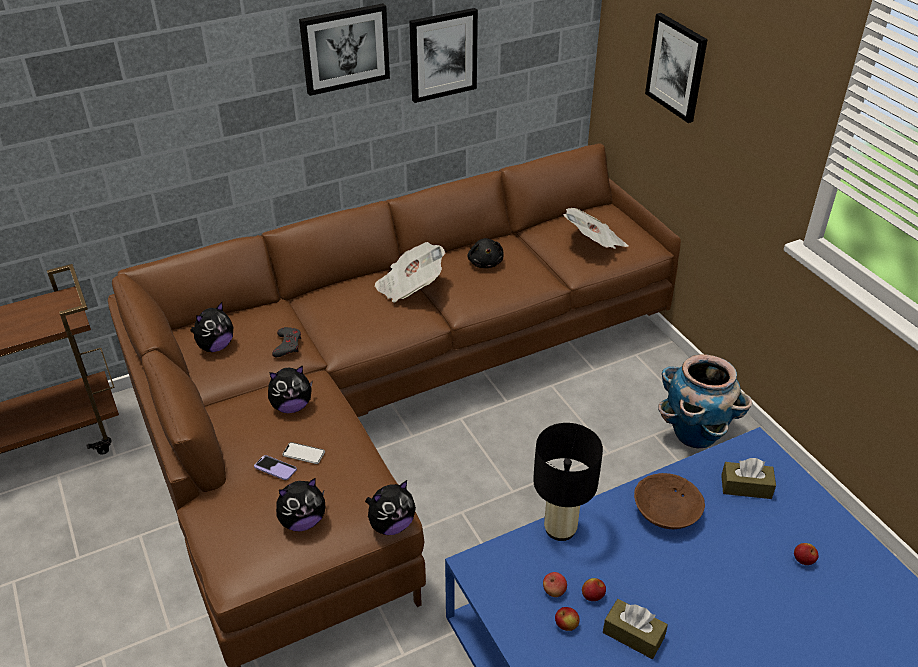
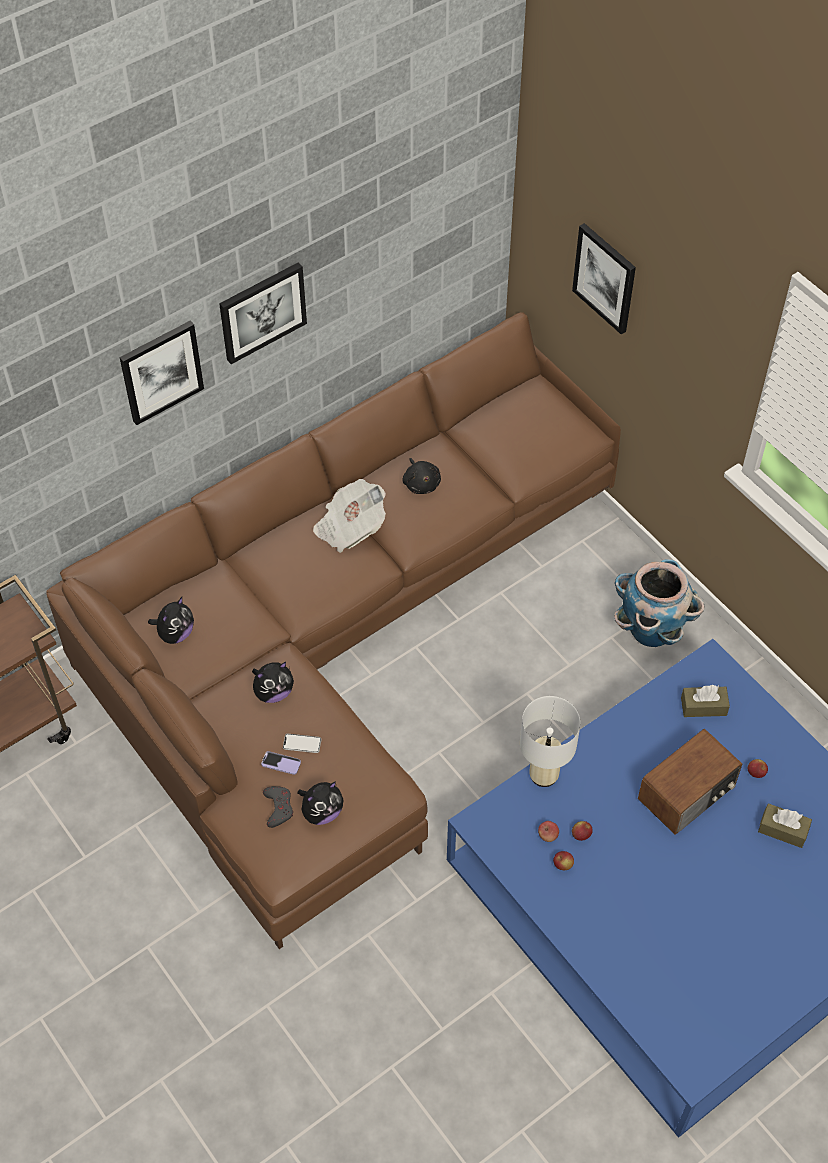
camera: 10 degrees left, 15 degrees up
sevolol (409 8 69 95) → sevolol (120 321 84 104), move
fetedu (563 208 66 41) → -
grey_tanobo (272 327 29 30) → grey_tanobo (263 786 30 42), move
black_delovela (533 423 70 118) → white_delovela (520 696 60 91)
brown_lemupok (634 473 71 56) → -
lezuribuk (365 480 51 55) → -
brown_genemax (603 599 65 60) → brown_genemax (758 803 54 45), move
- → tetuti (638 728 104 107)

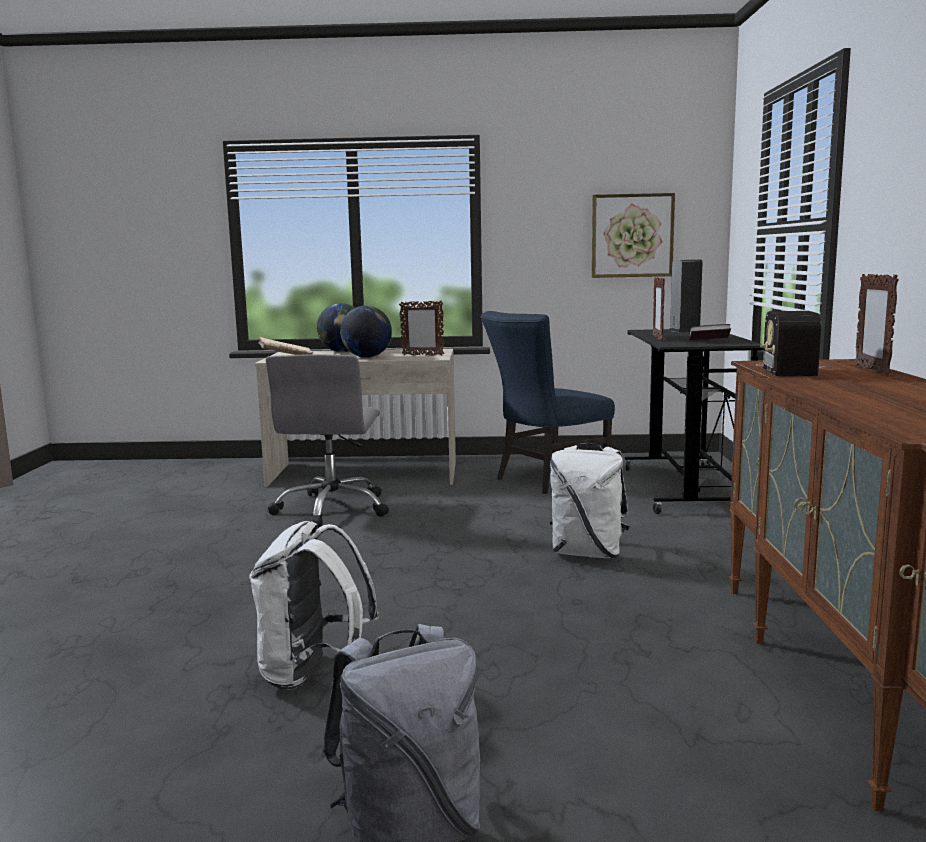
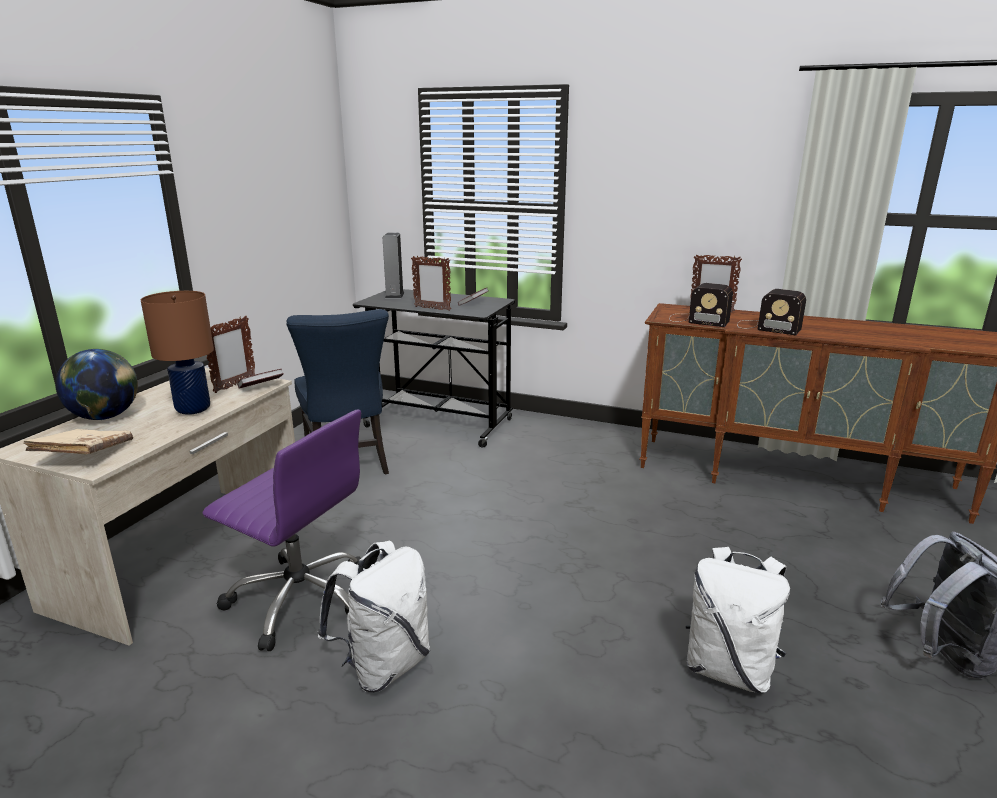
camera: 70 degrees left, 10 degrees up
sevolol (592 193 83 85) → -
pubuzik (340 306 52 52) → brown_delovela (141 291 73 124)
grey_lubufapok (265 354 124 174) → purple_lubufapok (202 409 159 242)
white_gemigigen (550 443 80 115) → white_gemigigen (317 541 113 151), move
- → tetuti (737 289 69 47)
- → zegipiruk (237 369 47 20)

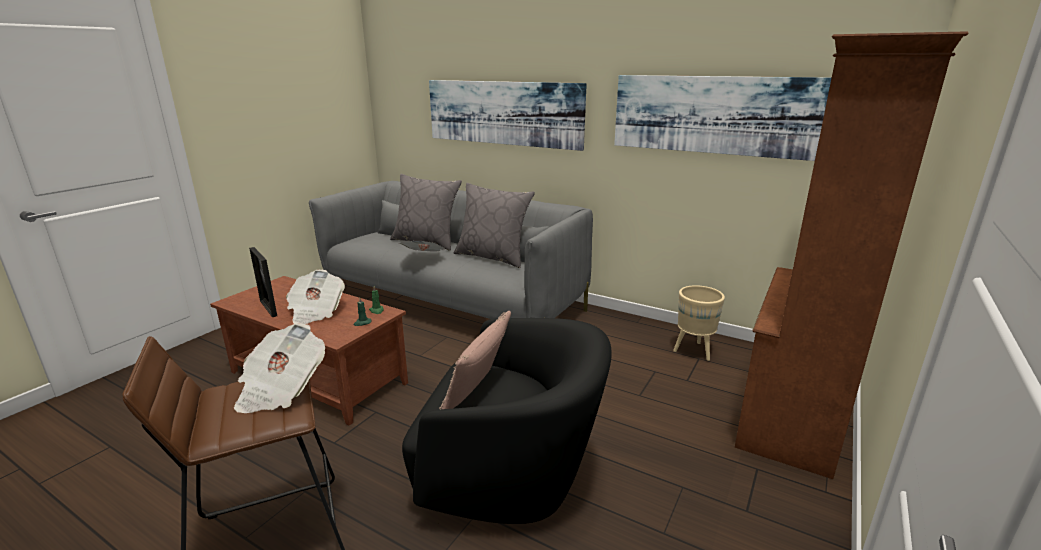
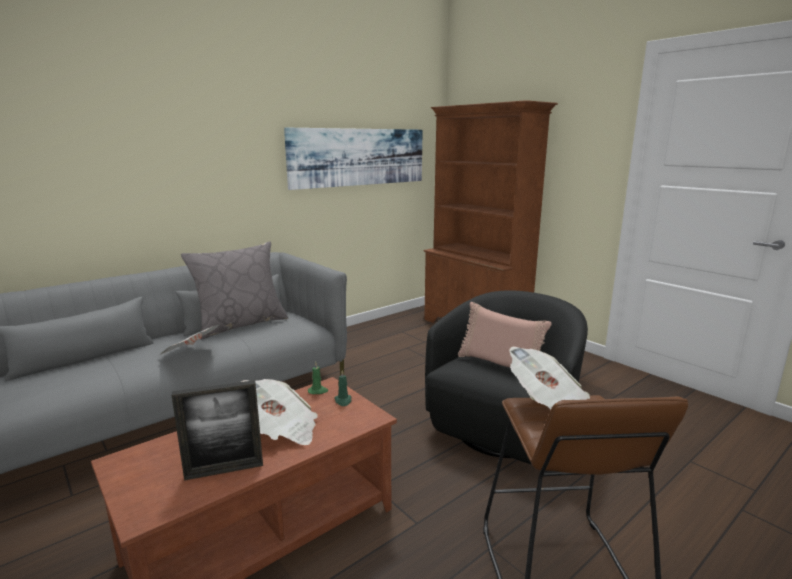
camera: 70 degrees left, 5 degrees down
sevolol (429 80 158 71) → -
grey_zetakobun (390 174 72 77) → -
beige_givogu (673 285 52 76) → -

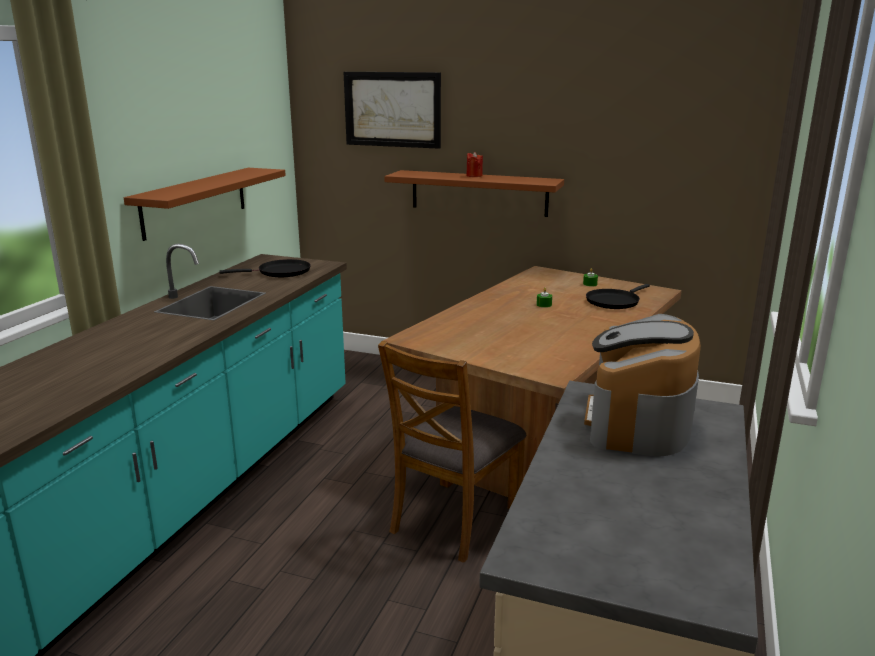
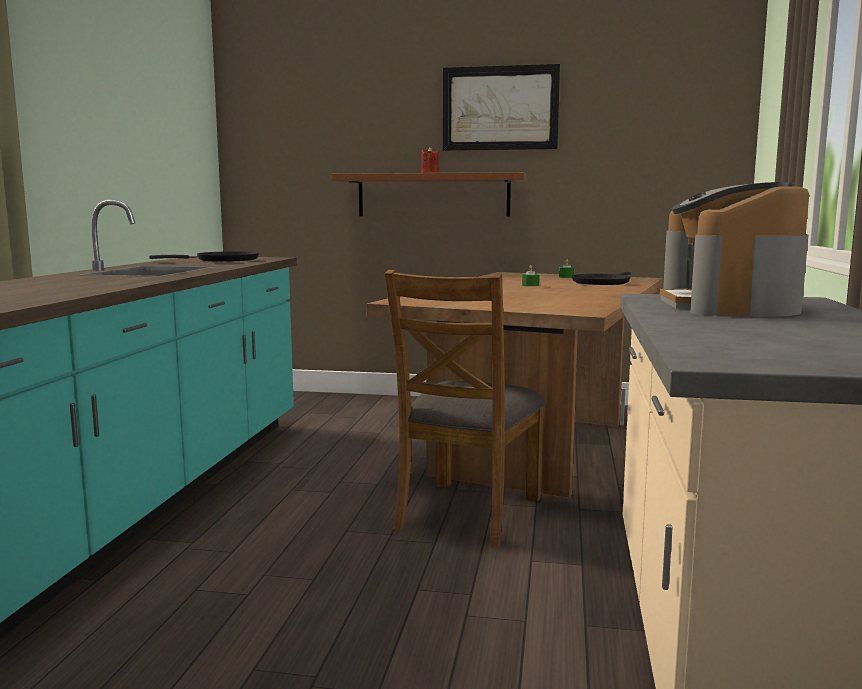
camera: 10 degrees left, 10 degrees down
sevolol (344 72 97 77) → sevolol (443 64 117 87), move
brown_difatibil (124 168 162 73) → -

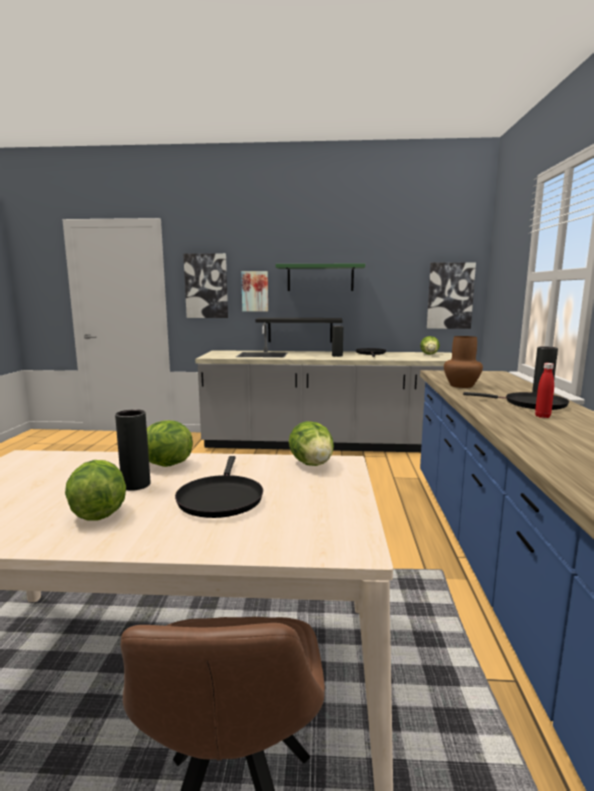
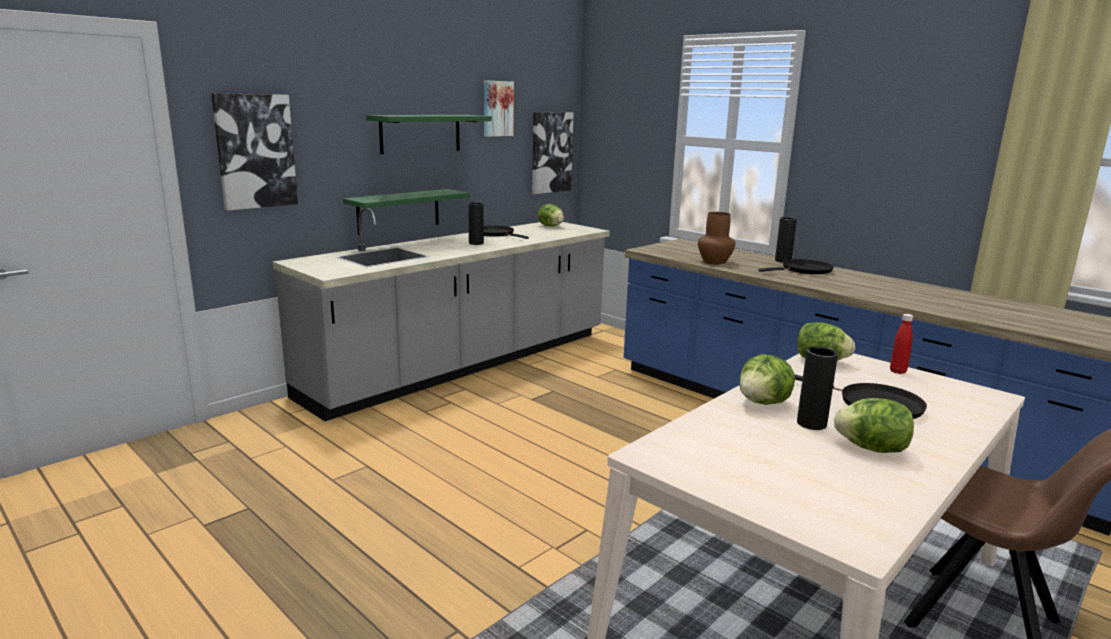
camera: 50 degrees left, 5 degrees up
sevolol (241 271 27 41) → sevolol (484 81 30 56), move
black_difatibil (255 318 88 25) → green_difatibil (343 189 127 46)
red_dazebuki (535 363 19 55) → red_dazebuki (890 314 23 60), move

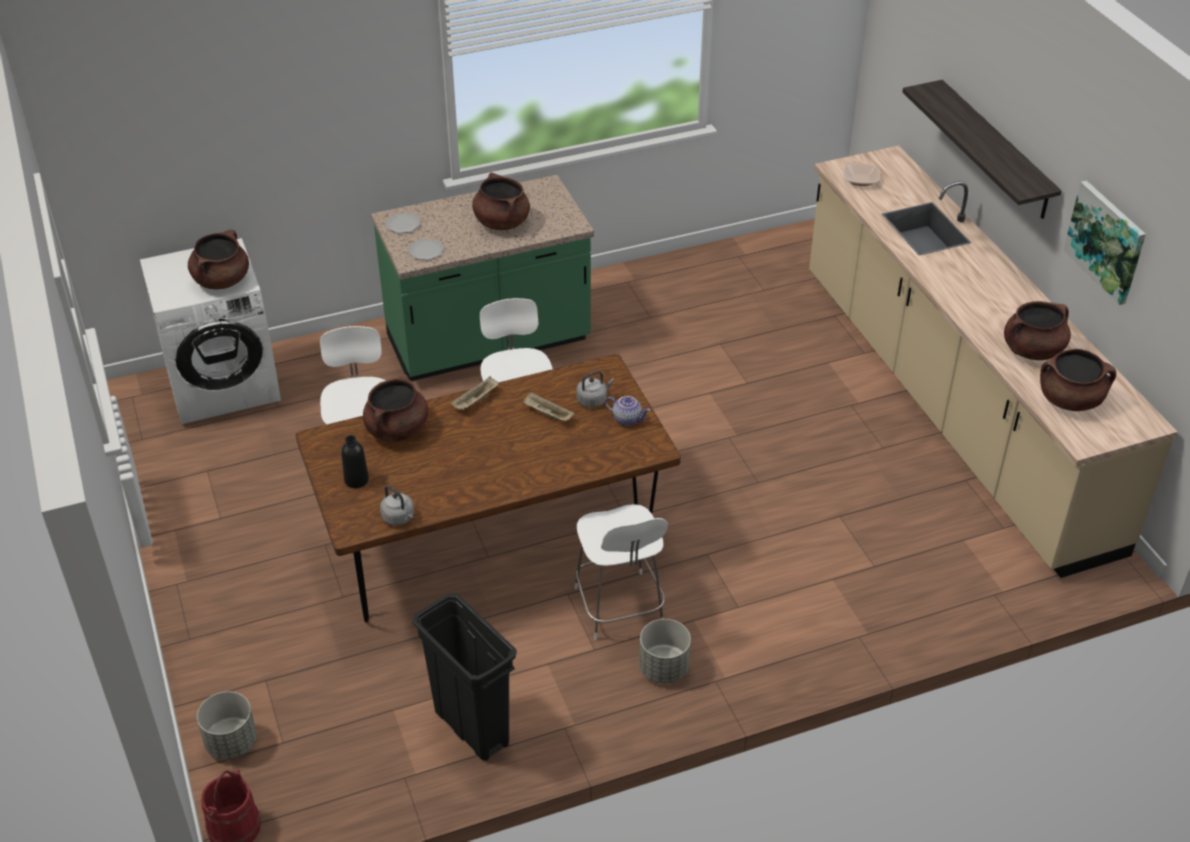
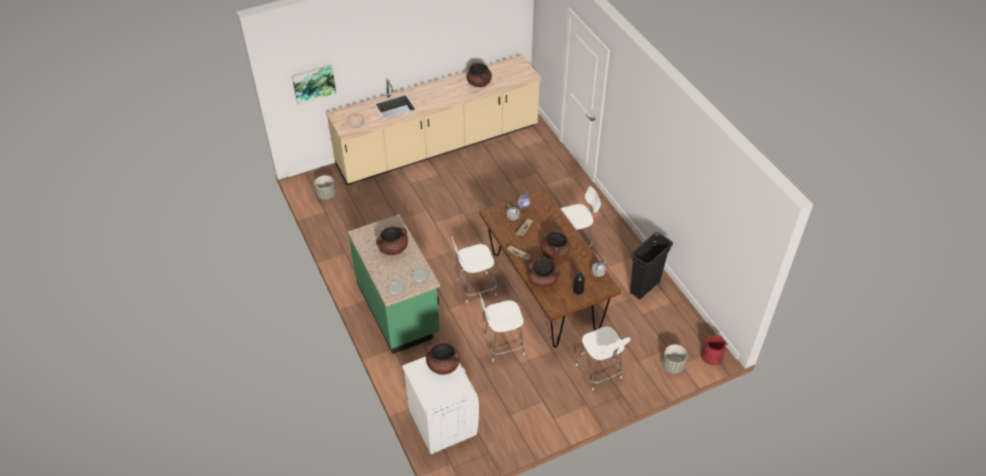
camera: 95 degrees left, 5 degrees up
difatibil (902 80 160 139) → -
sevolol (1063 180 83 125) → sevolol (292 64 44 41), move
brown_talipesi (1040 349 76 62) → brown_talipesi (541 228 29 32), move
grey_givogu (639 619 52 65) → grey_givogu (314 175 22 25), move
- → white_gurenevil (576 327 55 64)

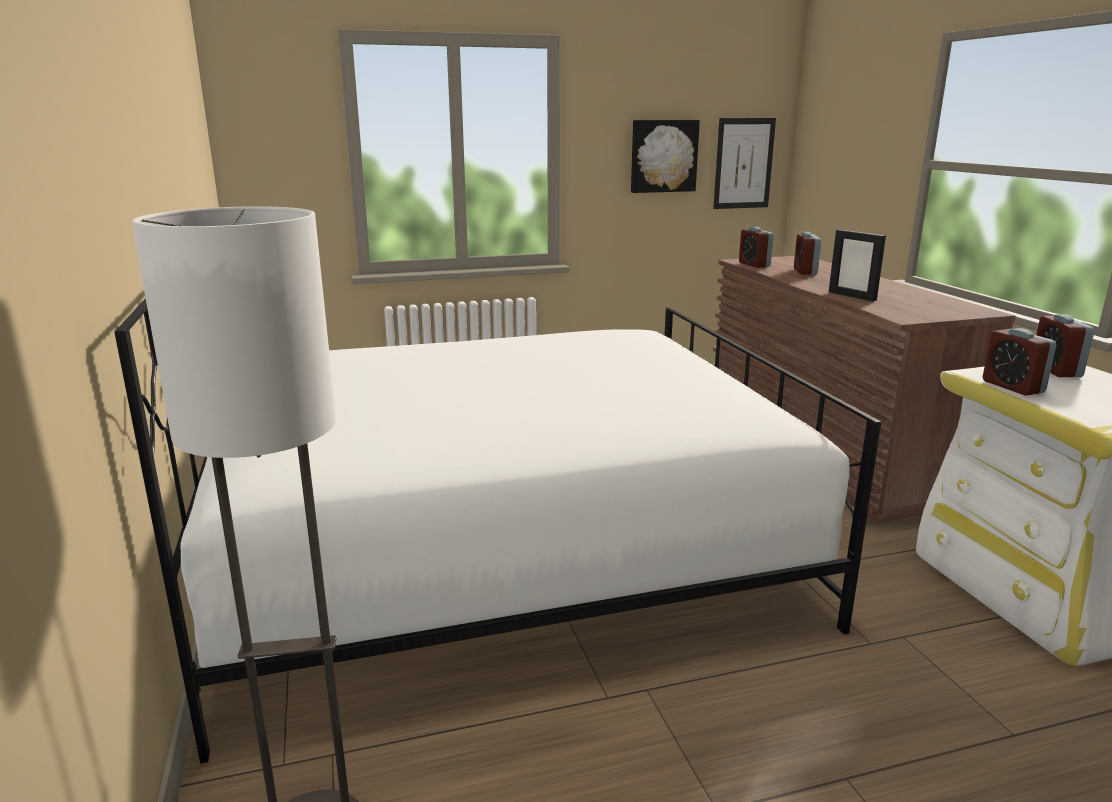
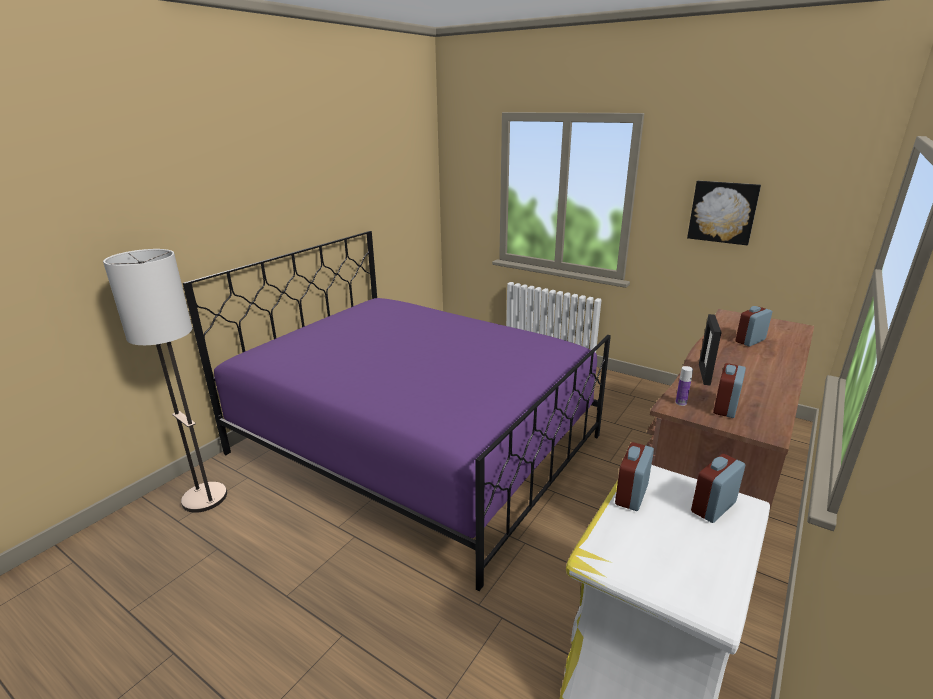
camera: 50 degrees right, 5 degrees up
sevolol (713 118 63 91) → -
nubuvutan (739 227 34 41) → nubuvutan (713 363 33 55), move
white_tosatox (114 298 767 466) → purple_tosatox (183 231 428 360)
- → dazebuki (675 366 18 40)

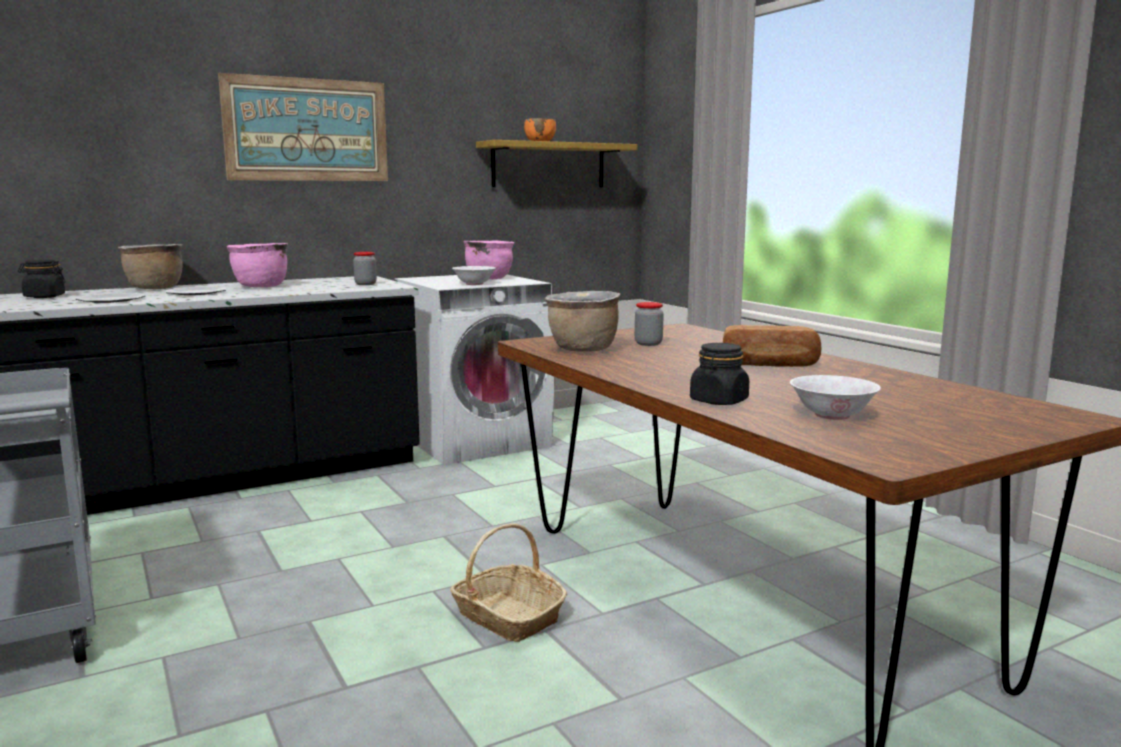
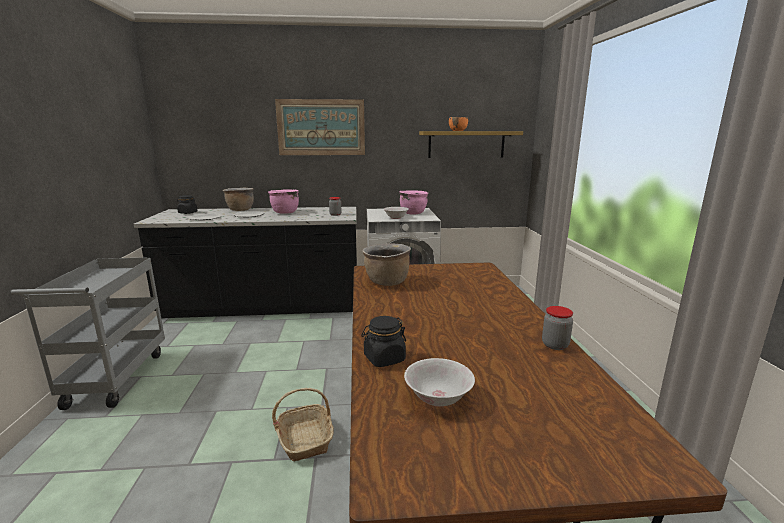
camera: 25 degrees right, 5 degrees up
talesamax (635 302 29 44) → talesamax (542 306 31 44), move
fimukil (723 325 98 42) → -

